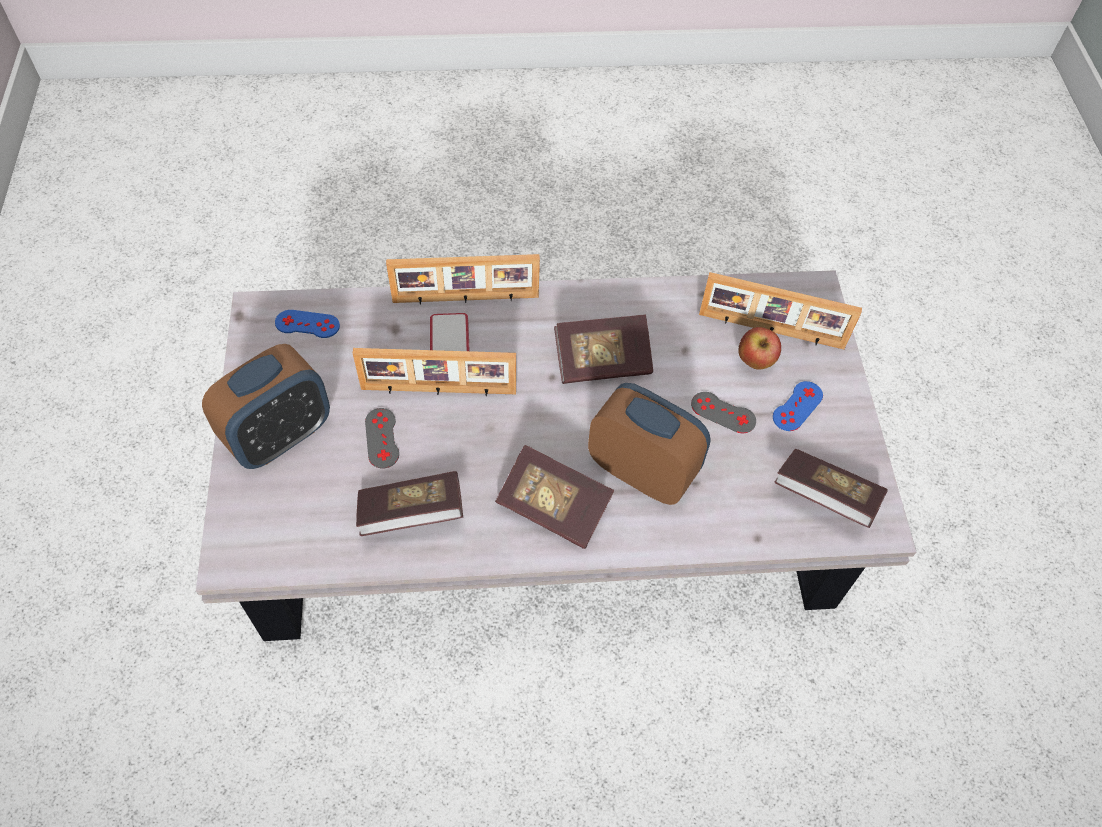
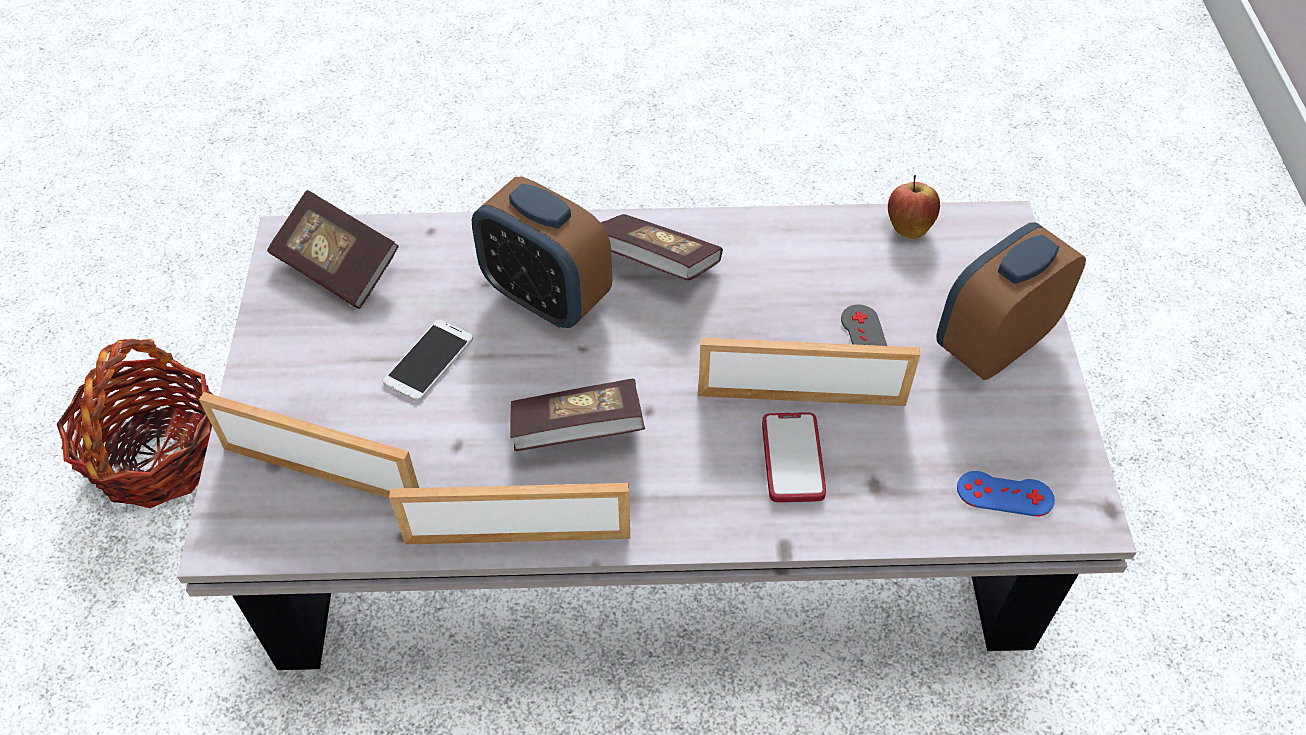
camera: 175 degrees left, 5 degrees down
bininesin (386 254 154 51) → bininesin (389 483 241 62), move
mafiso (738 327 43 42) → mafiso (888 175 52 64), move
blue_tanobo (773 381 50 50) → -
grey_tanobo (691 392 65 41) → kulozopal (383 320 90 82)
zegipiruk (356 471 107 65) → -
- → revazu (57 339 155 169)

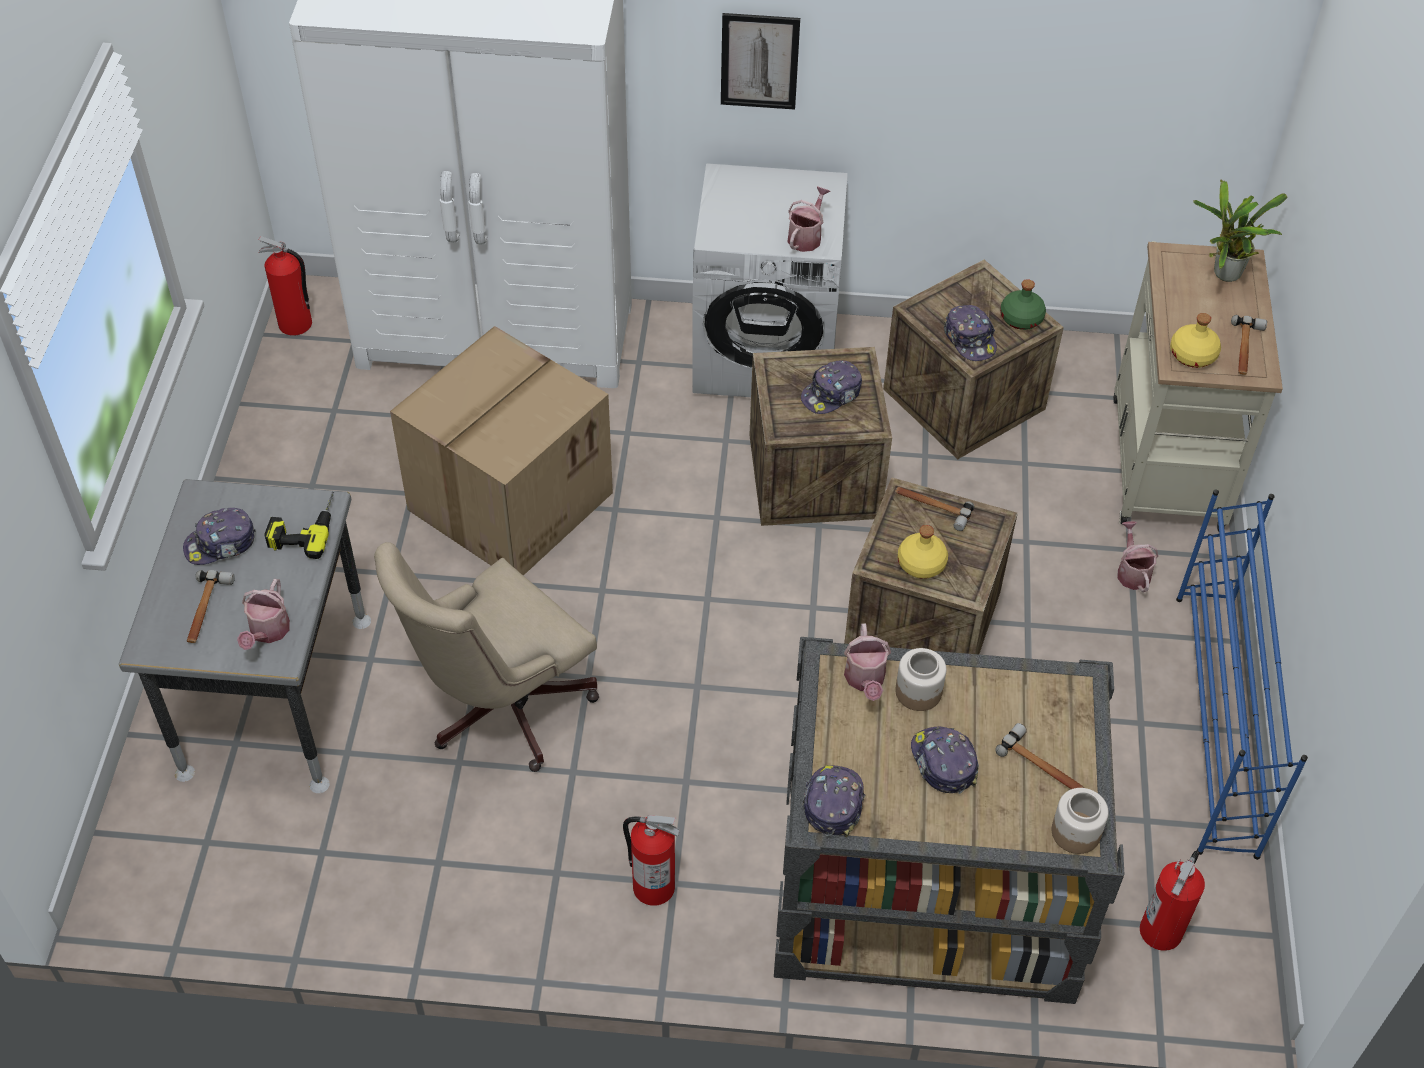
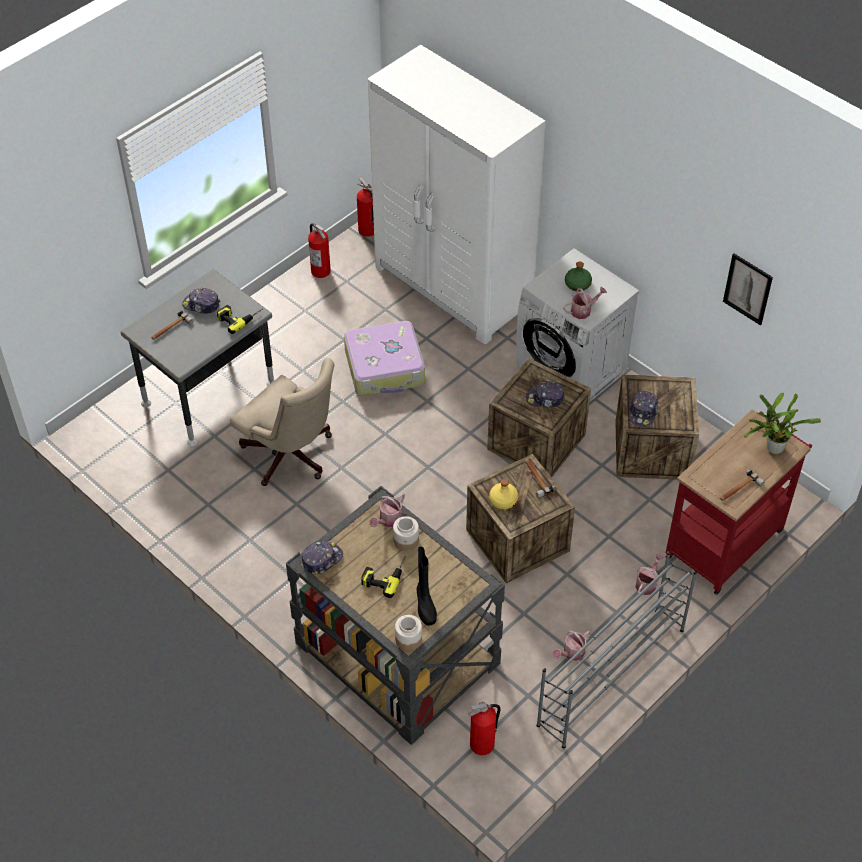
camera: 40 degrees right, 0 degrees up
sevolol (721 13 79 97) → sevolol (723 253 50 73), move
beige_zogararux (1113 241 170 291) → red_zogararux (665 409 147 186)
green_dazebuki (1000 279 46 51) → green_dazebuki (565 261 27 30), move
yellow_dazebuki (1170 313 51 55) → -
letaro (390 326 223 250) → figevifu (344 321 81 75)
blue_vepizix (1176 489 132 371) → grey_vepizix (536 551 161 197)
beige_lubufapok (374 542 225 230) → beige_lubufapok (230 358 104 128), 135 degrees counterclockwise
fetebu (237 579 53 71) → fetebu (552 630 39 31), move
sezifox (995 723 90 66) → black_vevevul (417 547 20 79)
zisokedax (911 727 68 67) → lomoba (361 556 45 42)
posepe (623 815 57 91) → posepe (308 223 23 55), move

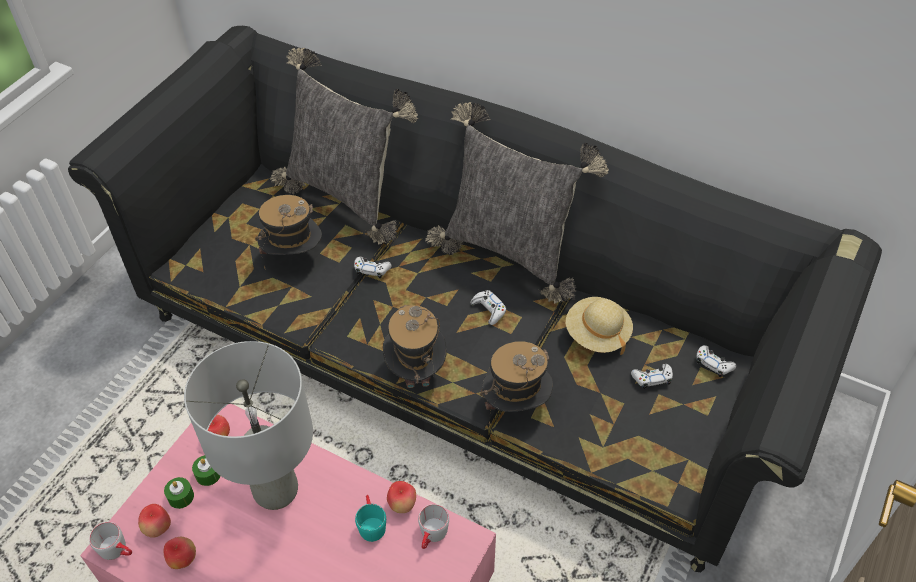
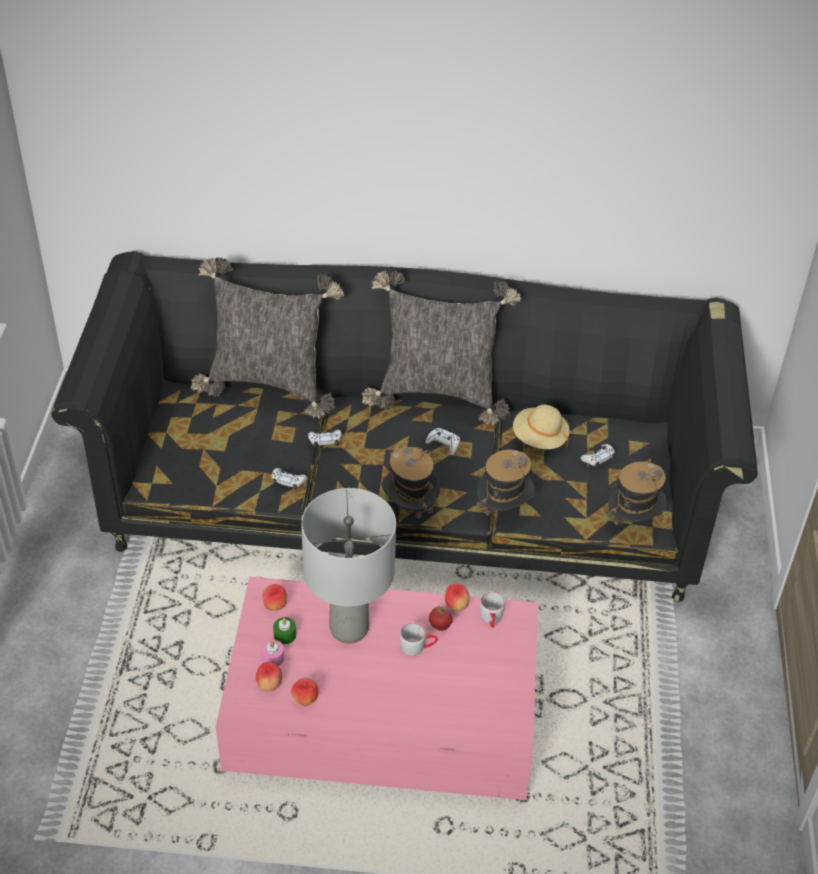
camera: 25 degrees left, 5 degrees down
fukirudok (255 195 67 74) → fukirudok (606 461 61 79), move
white_tanobo (696 345 40 32) → white_tanobo (272 468 35 22), move
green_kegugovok (164 477 30 32) → pink_kegugovok (261 640 23 26)
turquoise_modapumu (355 495 31 47) → mafiso (429 606 24 25)
grey_modapumu (89 522 43 38) → grey_modapumu (400 623 38 33), move

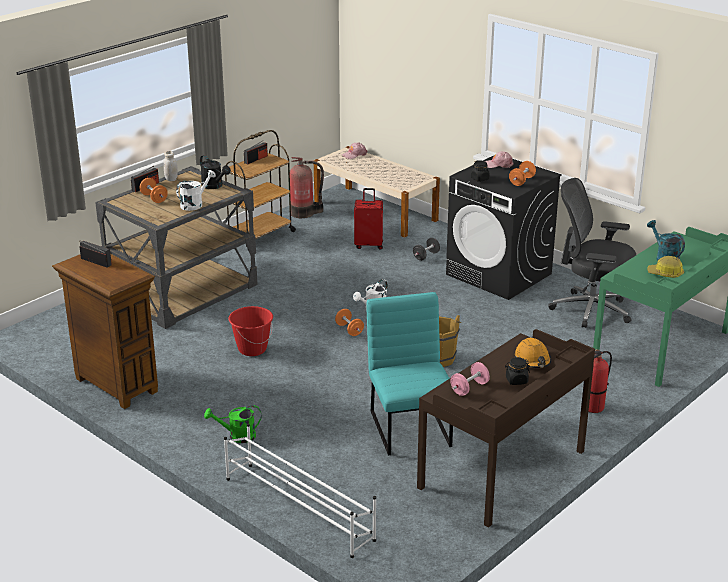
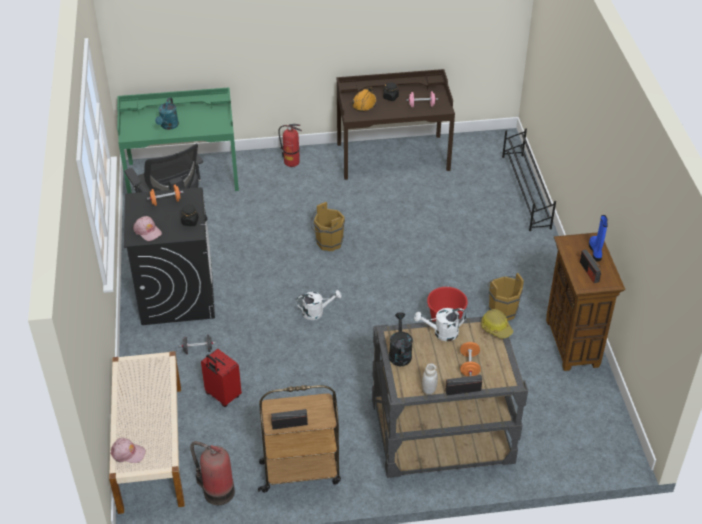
camera: 140 degrees left, 15 degrees up
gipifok (647 256 37 22) → gipifok (481 309 32 30), move
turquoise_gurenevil (366 292 87 163) → -
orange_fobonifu (335 309 29 27) → -
green_fetebu (204 405 58 38) → -
white_vepizix (224 424 152 134) → black_vepizix (502 128 54 103)
- → blue_vevevul (589 215 19 47)
- → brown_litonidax (487 273 37 48)

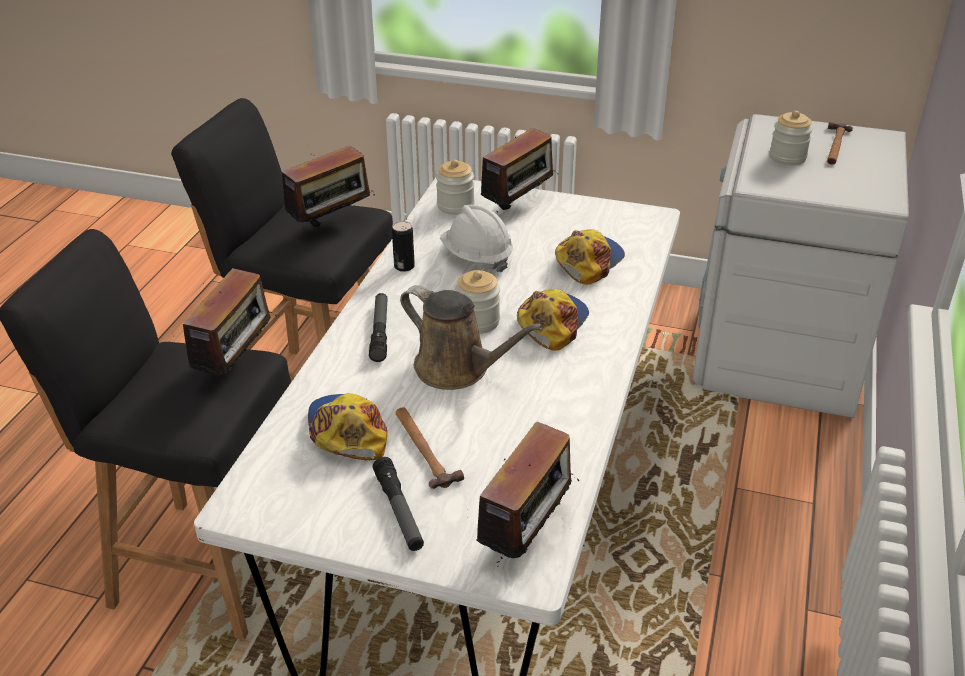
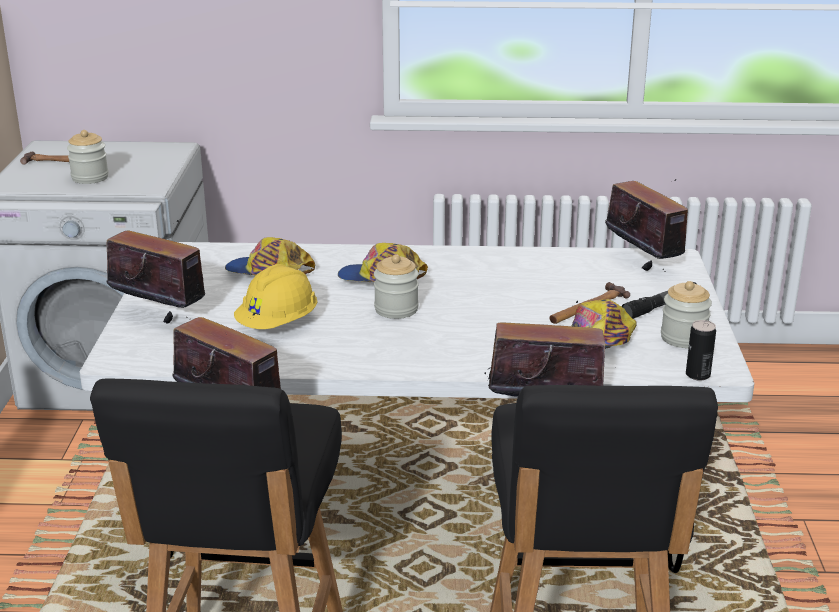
camera: 105 degrees left, 10 degrees down
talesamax (436 160 39 55) → talesamax (661 281 51 67), move
white_gipifok (440 205 73 67) → yellow_gipifok (234 264 83 65)
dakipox (392 221 23 51) → dakipox (686 320 30 61), move
brown_fetebu (400 285 143 105) → -
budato (369 293 19 69) → -
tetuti (467 421 113 146) → tetuti (605 179 83 92), 45 degrees clockwise

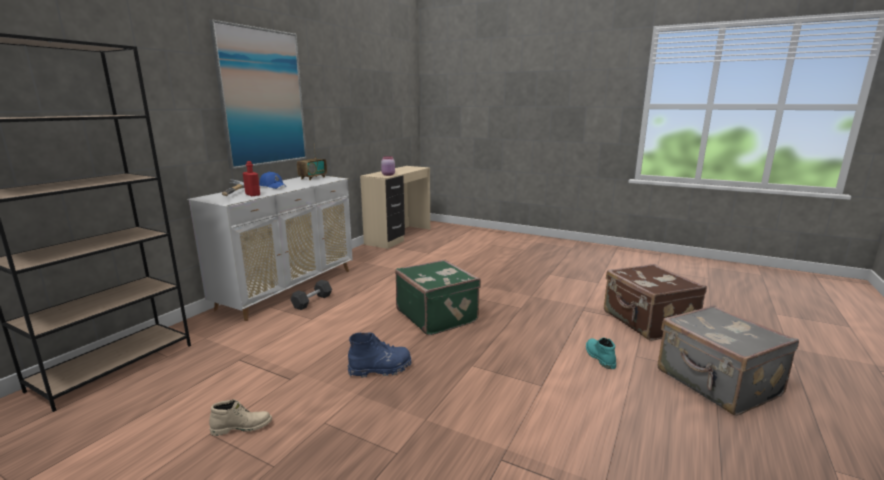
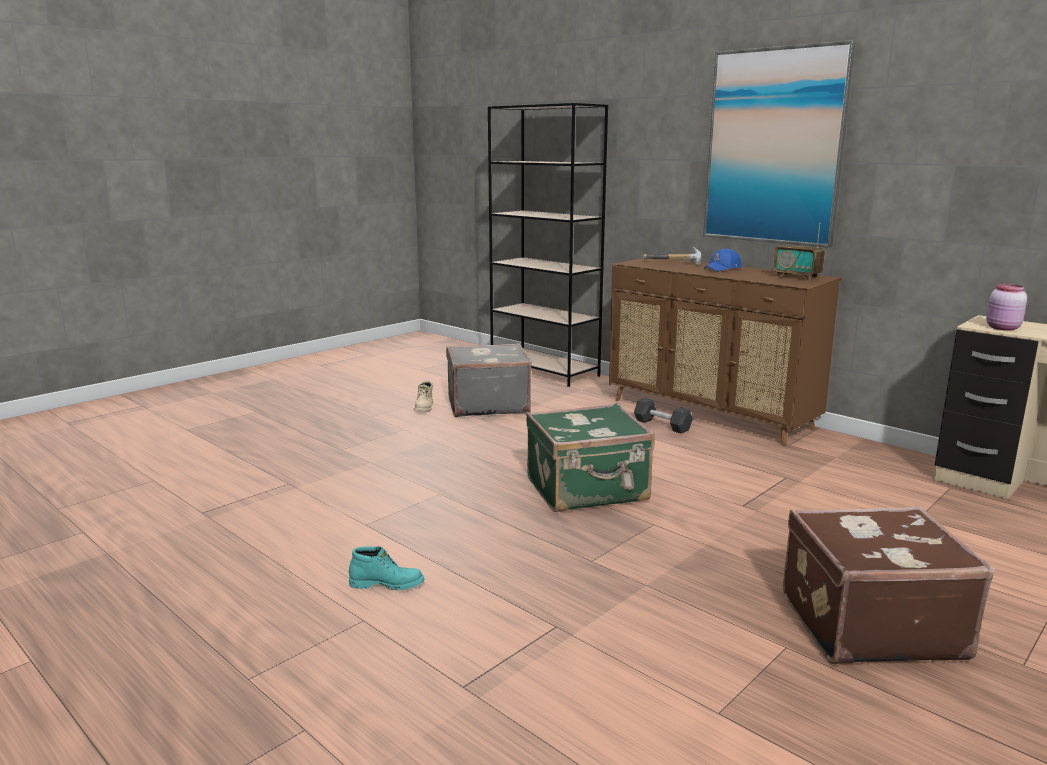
camera: 105 degrees right, 0 degrees up
red_dazebuki (243 161 17 35) → -
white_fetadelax (188 175 165 146) → brown_fetadelax (609 258 233 188)
brown_figevifu (604 264 103 77) → brown_figevifu (783 506 212 159), move
grey_figevifu (658 305 141 111) → grey_figevifu (446 343 86 74), move
blue_vevevul (348 333 64 45) → -

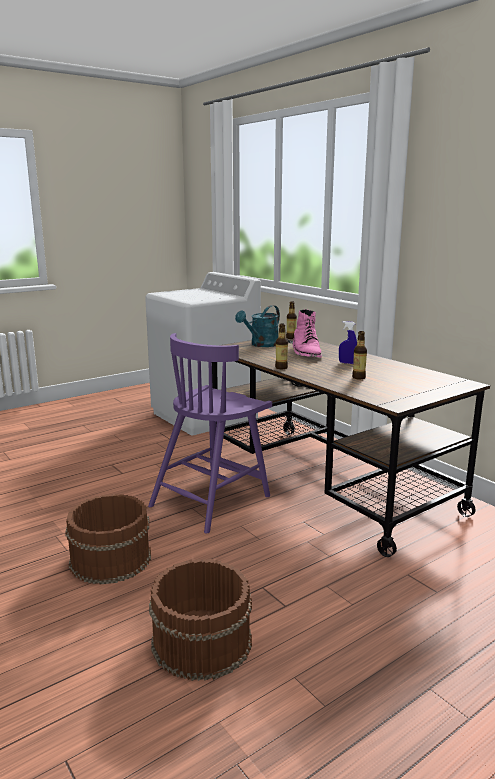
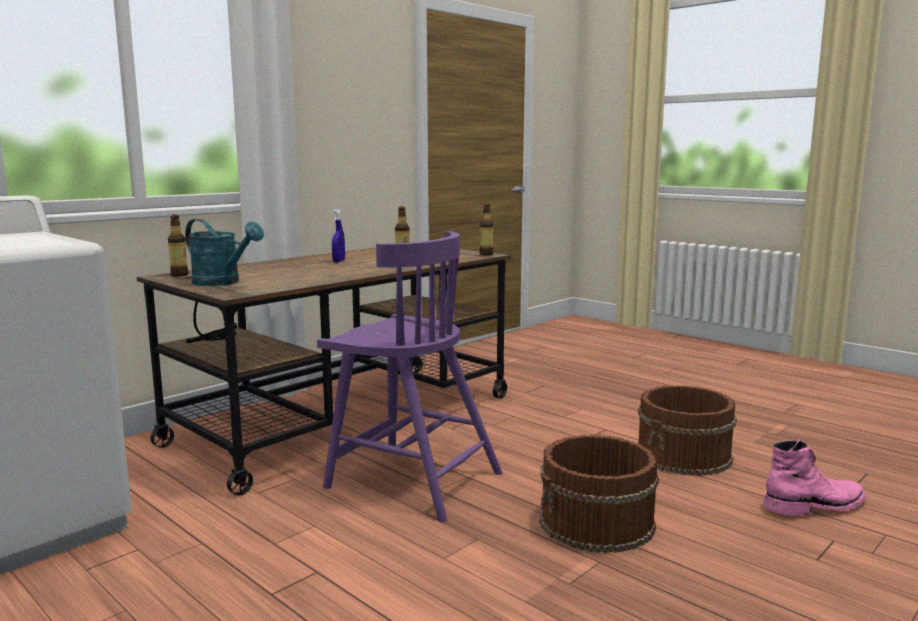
camera: 100 degrees left, 5 degrees down
pink_vevevul (293 309 29 49) → pink_vevevul (764 439 102 77), move
dazebuki (275 324 13 45) → dazebuki (479 204 14 52), move

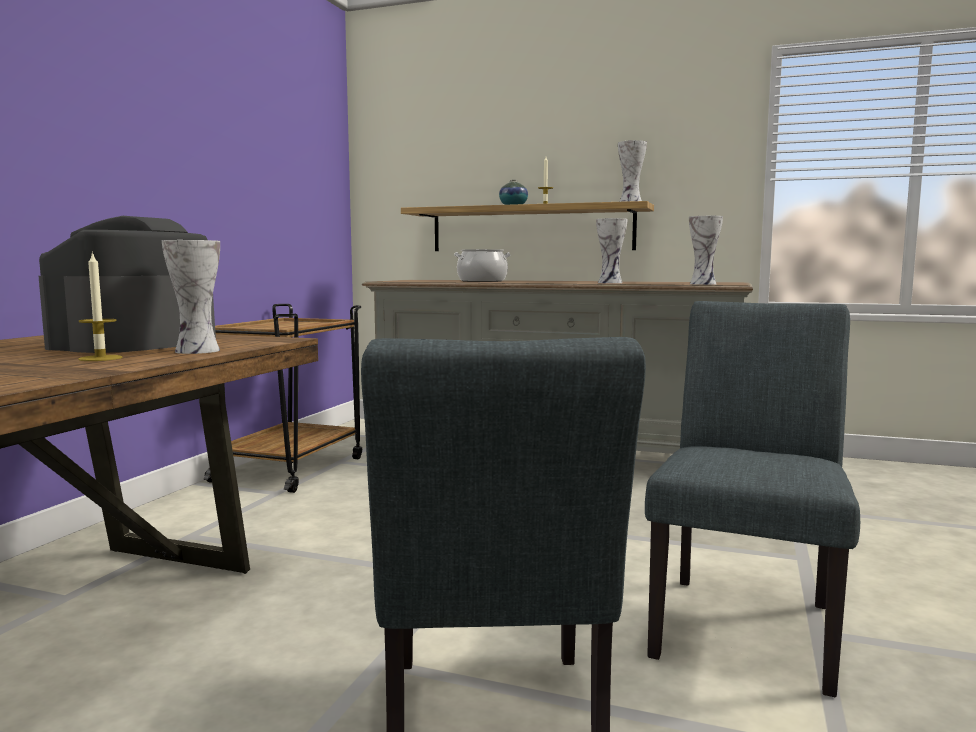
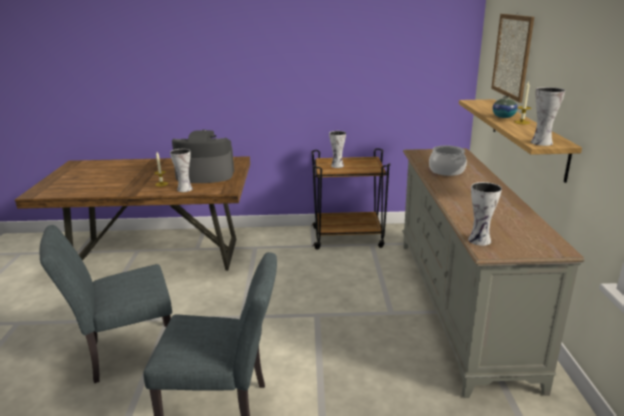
camera: 70 degrees right, 15 degrees up
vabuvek (596 218 32 65) → vabuvek (329 131 17 37), move
- → sevolol (491 14 43 89)

